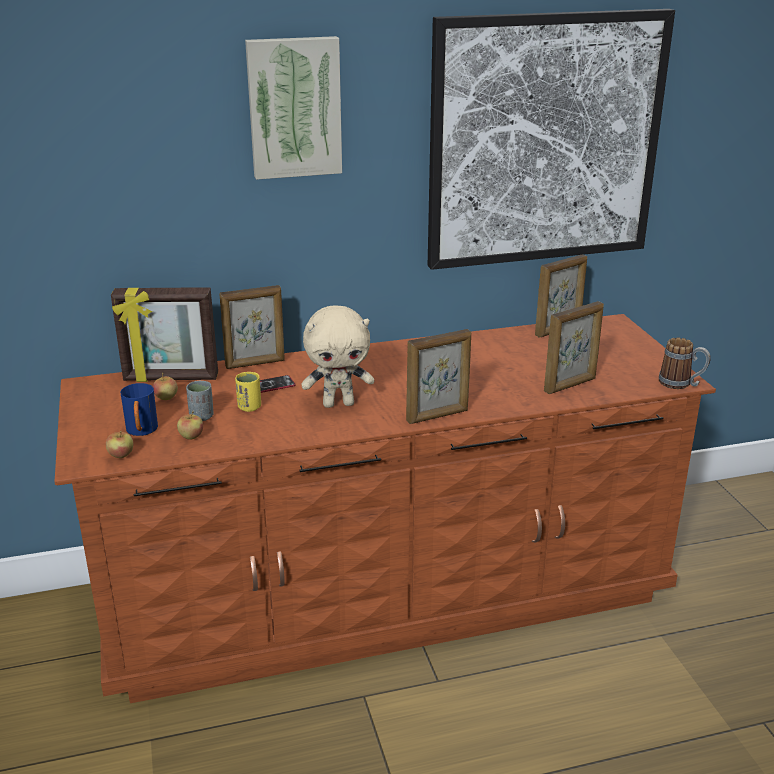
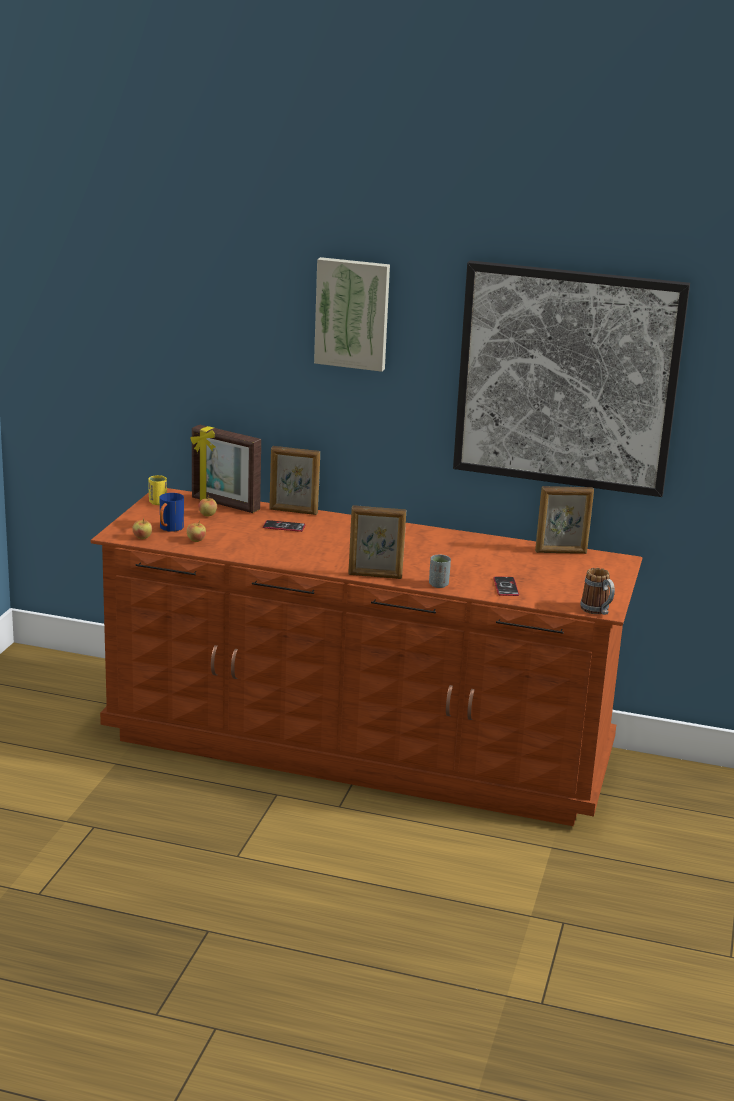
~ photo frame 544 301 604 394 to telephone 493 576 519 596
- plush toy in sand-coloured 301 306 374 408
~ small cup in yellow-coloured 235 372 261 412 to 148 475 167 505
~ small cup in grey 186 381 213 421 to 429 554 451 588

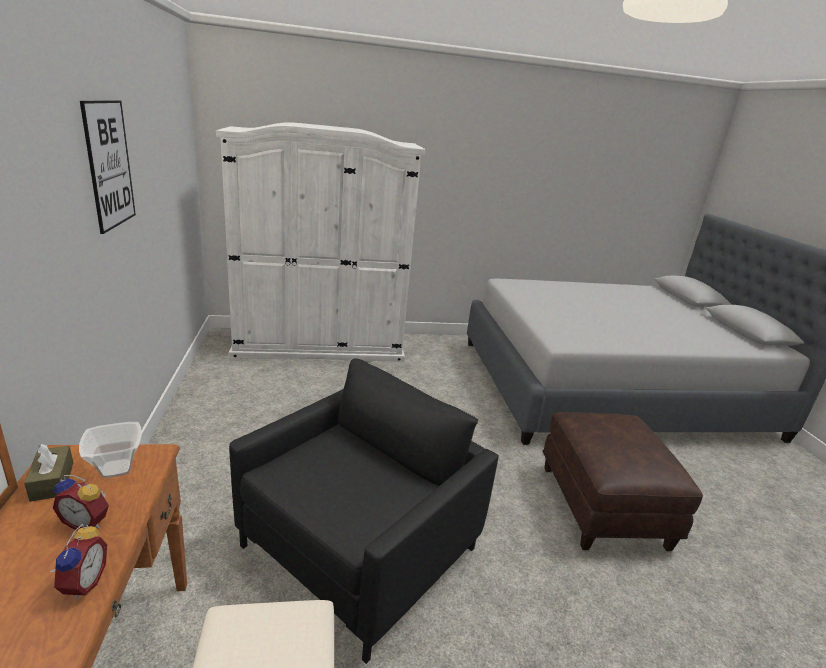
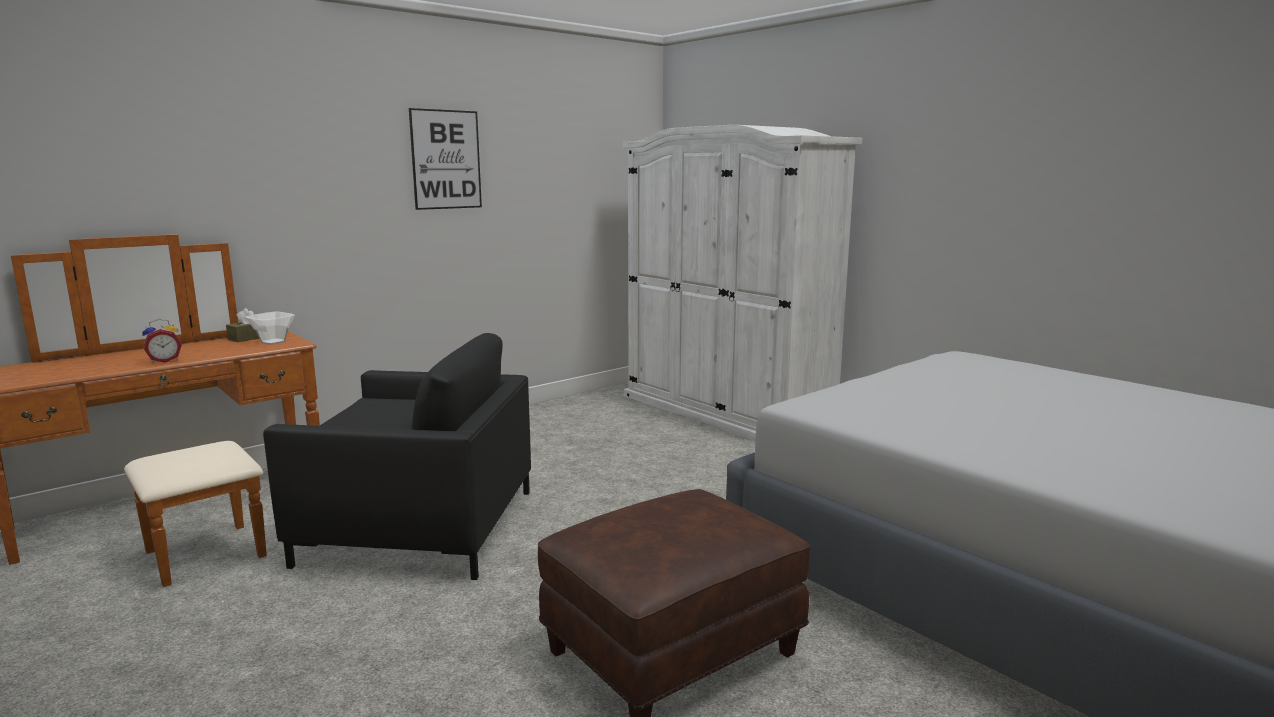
- bedside clock 53 475 109 531

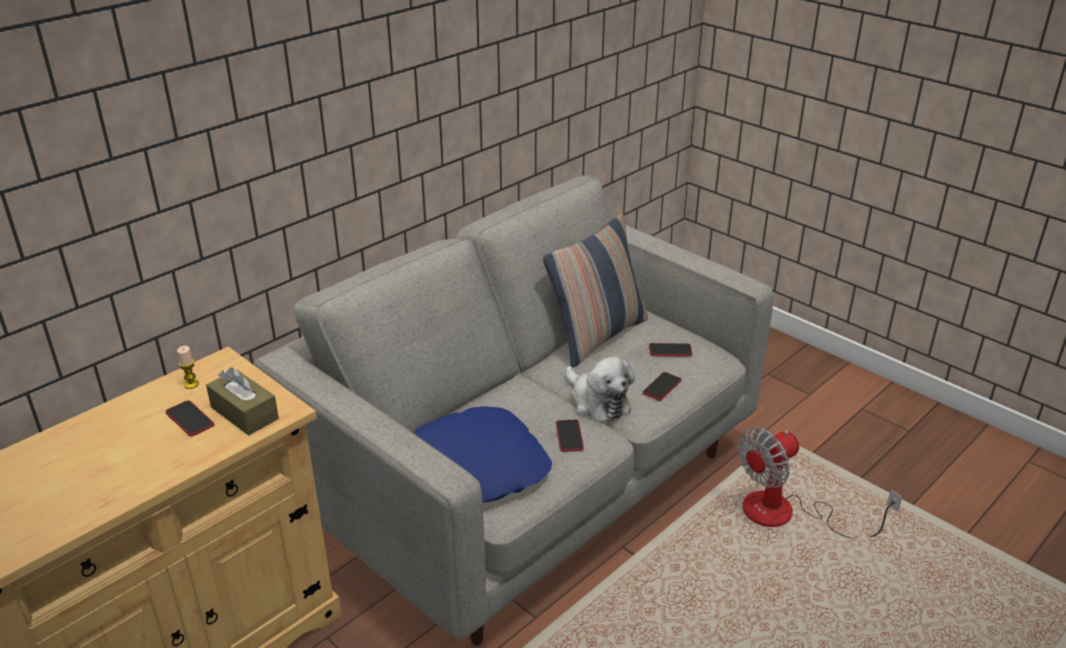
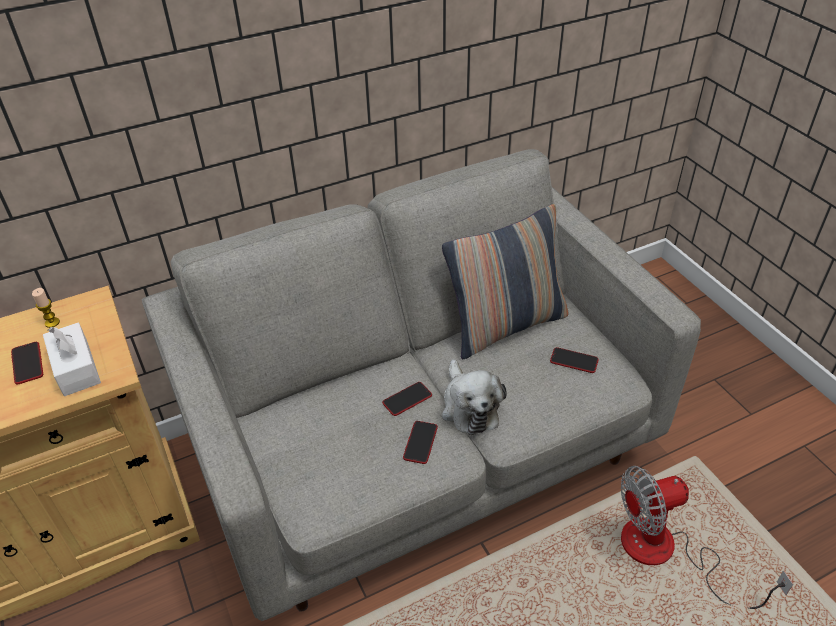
~ tissue holder in brown-coloured 206 367 279 435 to tissue holder in white 43 323 101 396
~ telephone 642 372 682 401 to 382 382 432 416
- pillow in bluish 414 406 552 503

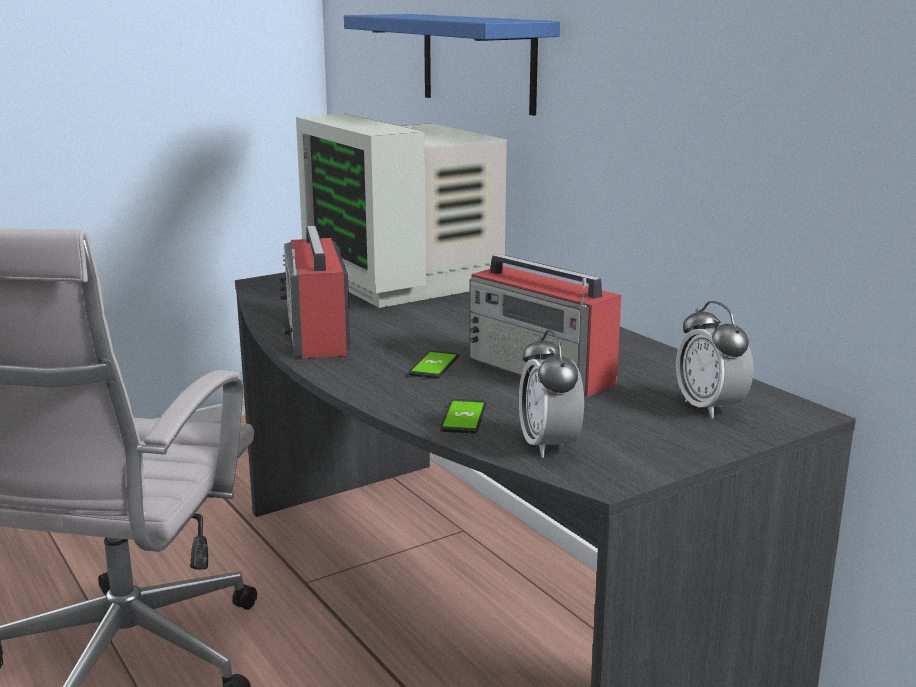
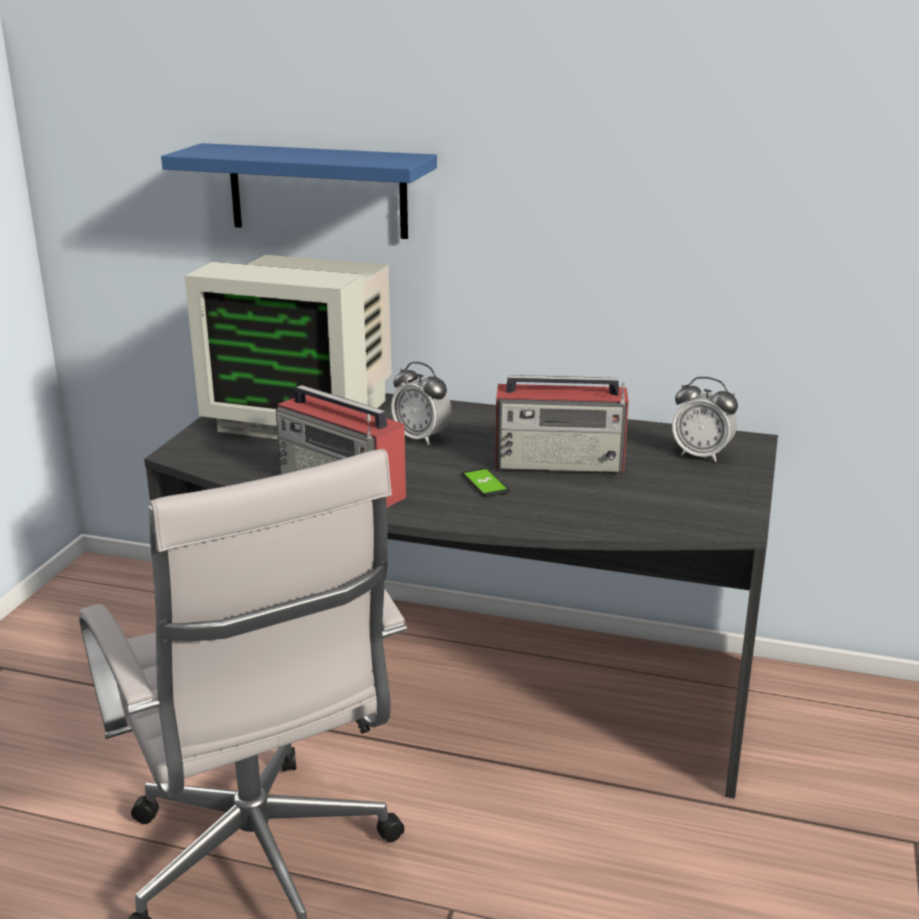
~ bedside clock 519 330 584 458 to 391 362 451 445
- telephone 440 399 486 434

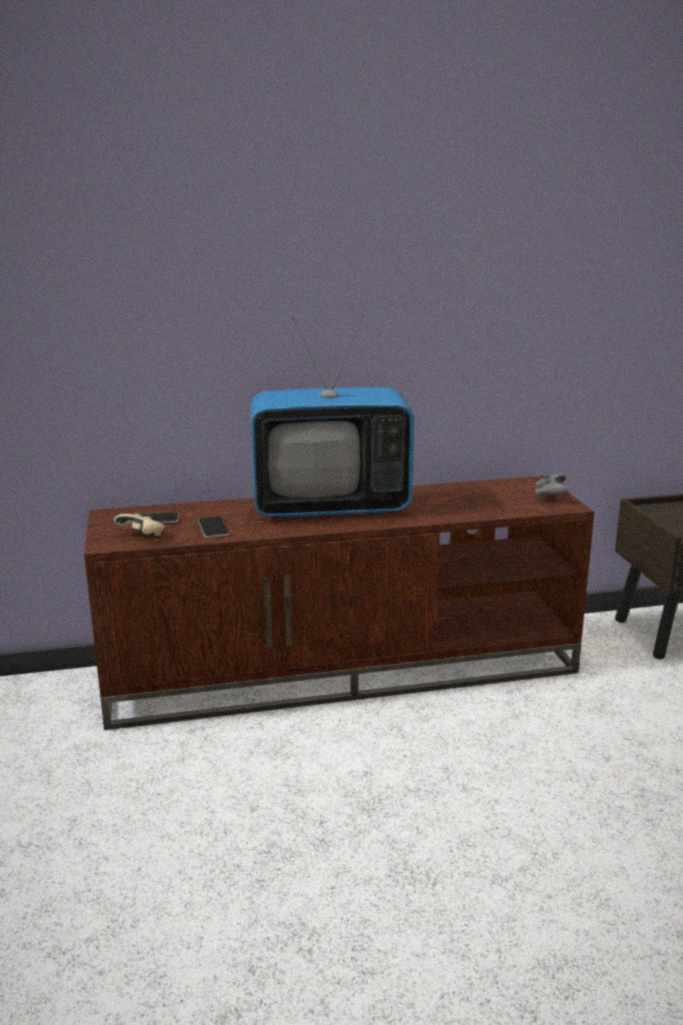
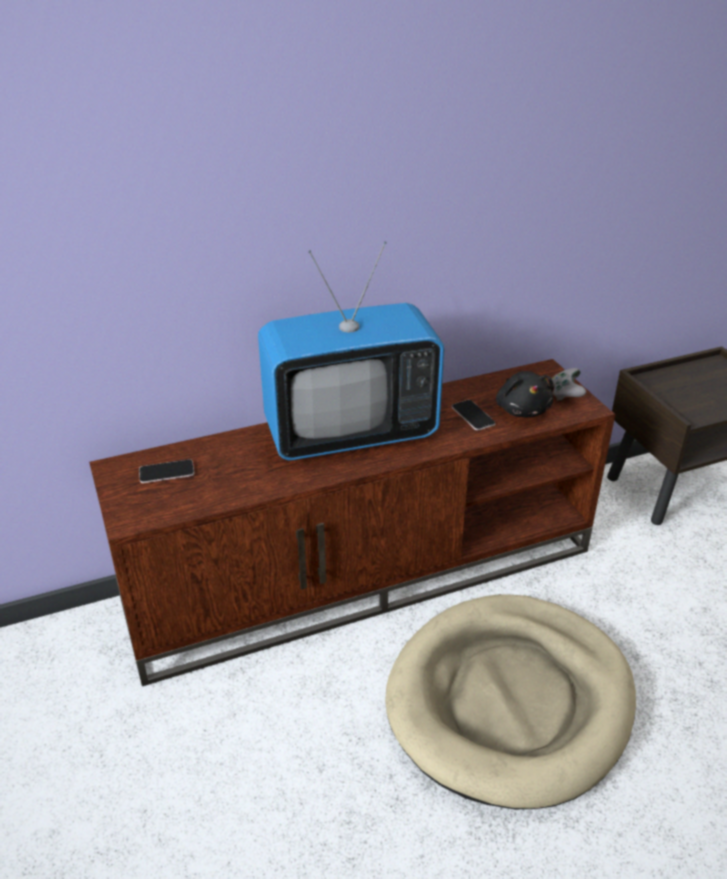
- gamepad in sand-coloured 114 512 165 536
~ telephone 198 516 229 538 to 452 400 496 430
+ plush toy in black-coloured 496 371 554 417
+ dog bed in sand-coloured 385 594 636 809

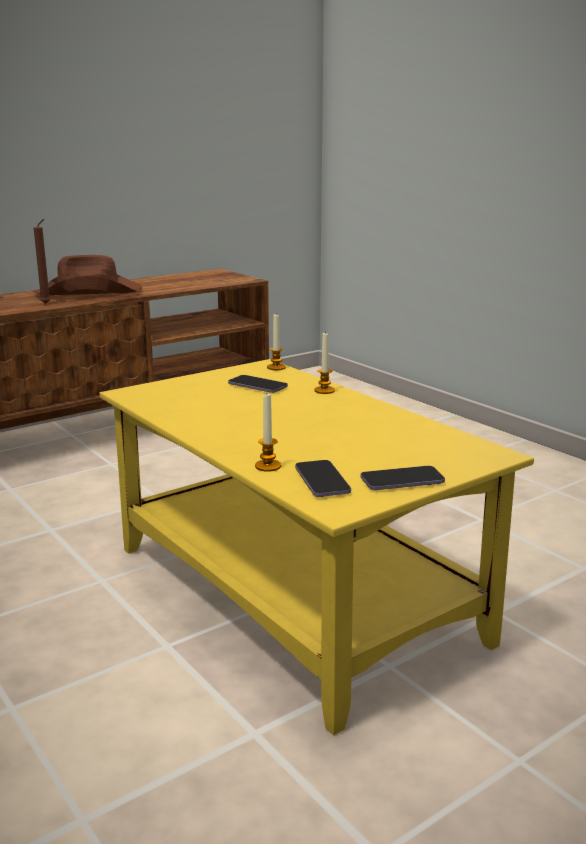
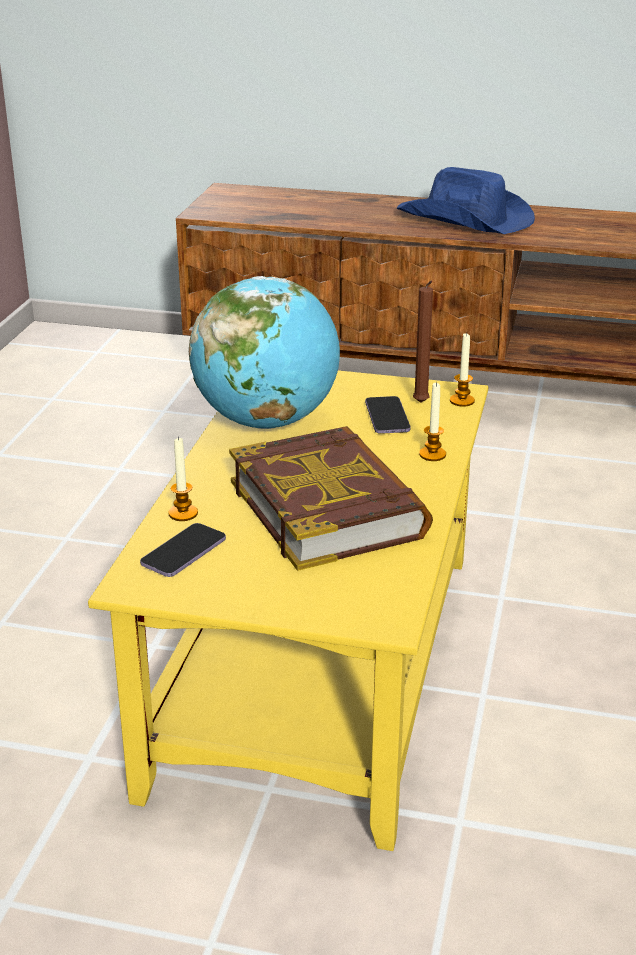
~ candle in brown-coloured 34 219 51 304 to 413 280 433 403
~ wearable hat in brown-coloured 33 255 142 296 to wearable hat in bluish 397 167 535 234
- telephone 361 466 445 490
+ globe 189 276 340 429
+ book 229 426 433 571

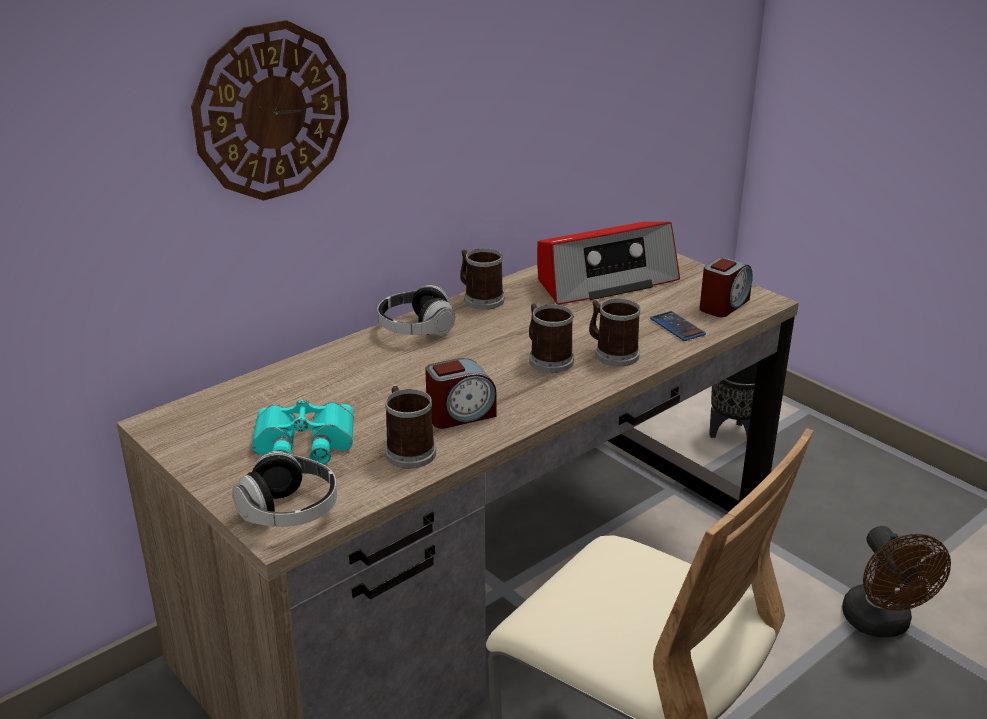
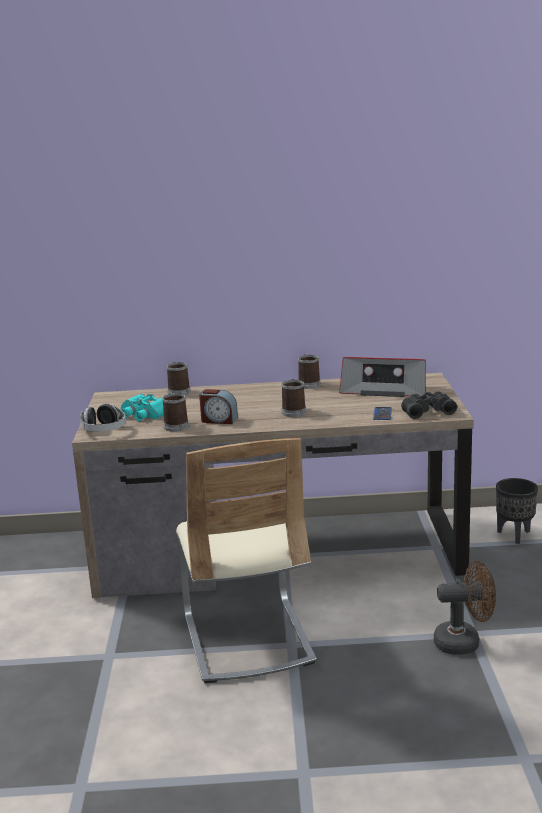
- wall clock 191 20 349 201
~ bedside clock 700 257 753 317 to binoculars in black-coloured 401 391 457 419
- pair of headphones 377 285 455 337
~ coffee mug 589 299 640 366 to 166 362 191 395
~ fan in brown-coloured 842 526 951 638 = 434 561 496 655 120 degrees counterclockwise

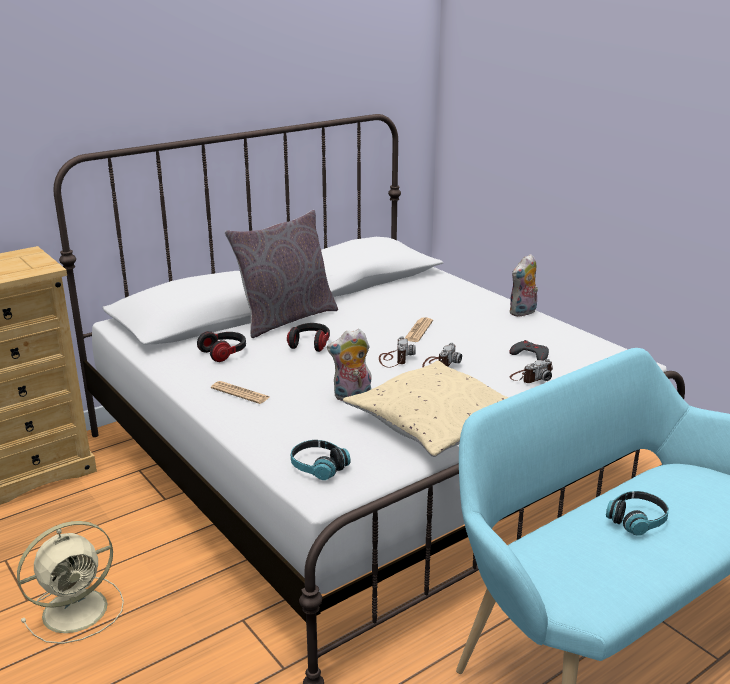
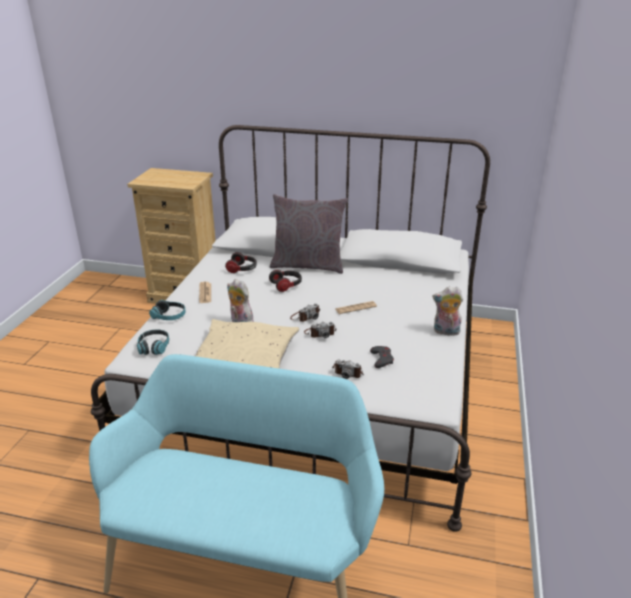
~ pair of headphones 606 491 669 536 to 149 300 186 320
- fan in sand-coloured 17 521 124 644

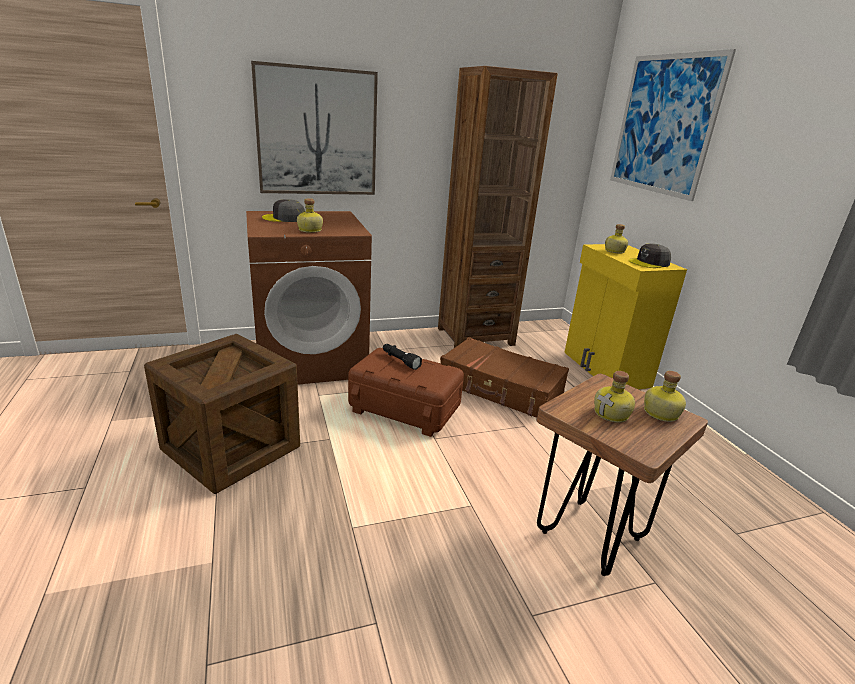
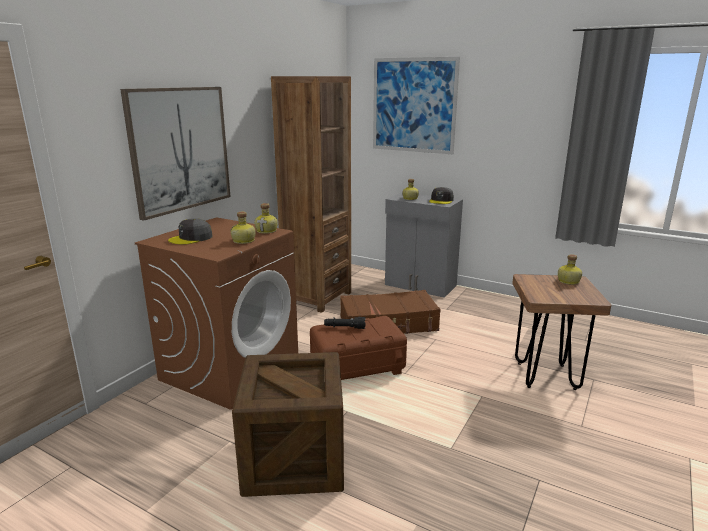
~ storage cabinet in yellow-coloured 564 244 687 389 to storage cabinet in grey 385 192 463 298
~ bottle 594 371 635 423 to 254 203 278 234

